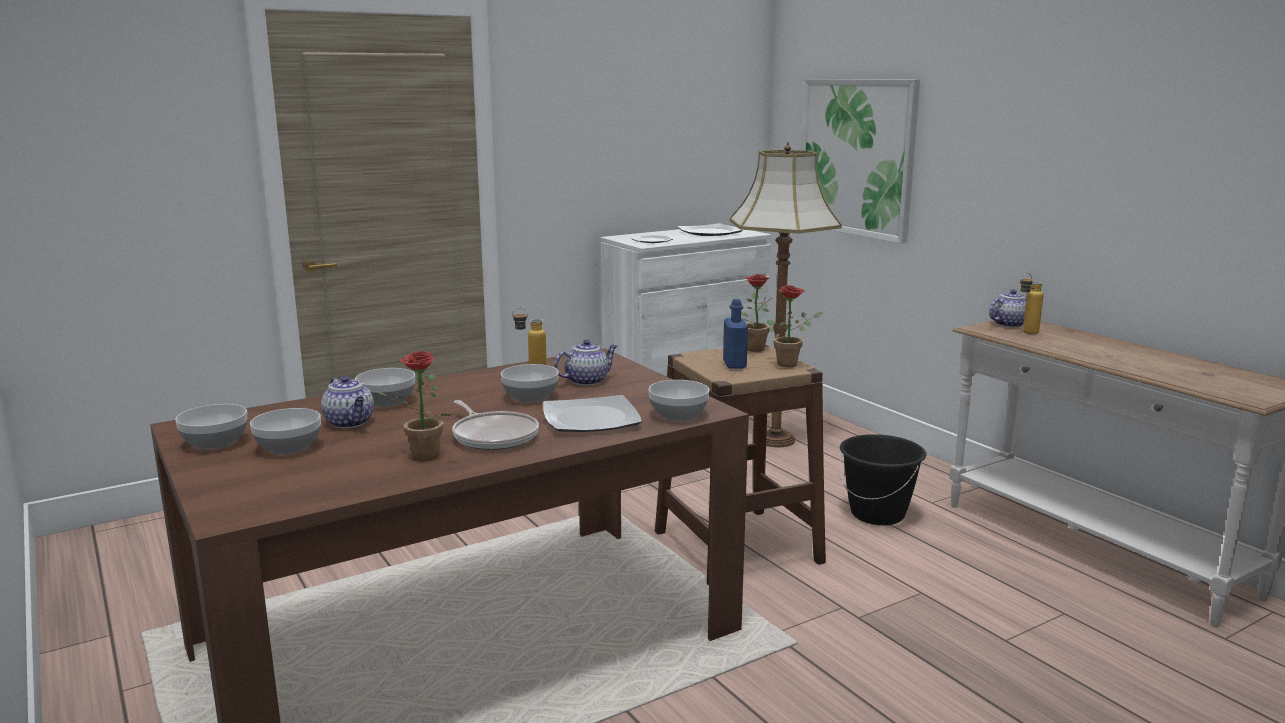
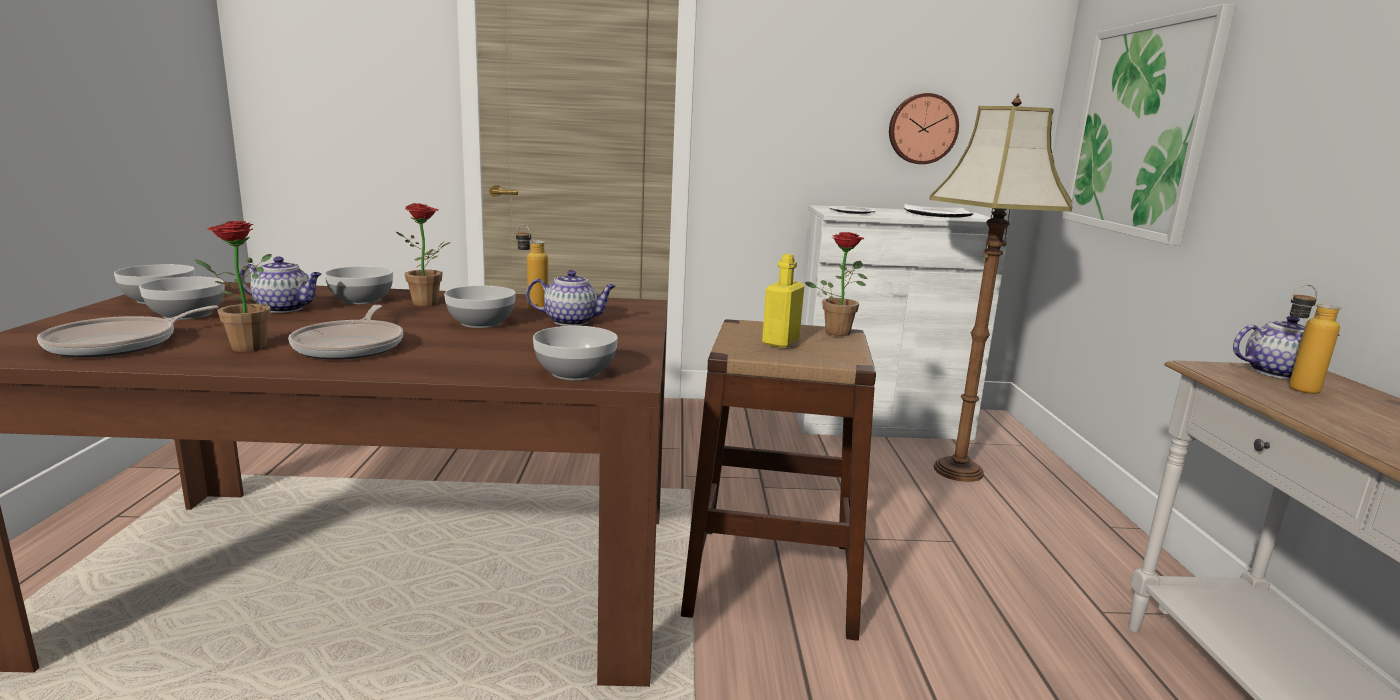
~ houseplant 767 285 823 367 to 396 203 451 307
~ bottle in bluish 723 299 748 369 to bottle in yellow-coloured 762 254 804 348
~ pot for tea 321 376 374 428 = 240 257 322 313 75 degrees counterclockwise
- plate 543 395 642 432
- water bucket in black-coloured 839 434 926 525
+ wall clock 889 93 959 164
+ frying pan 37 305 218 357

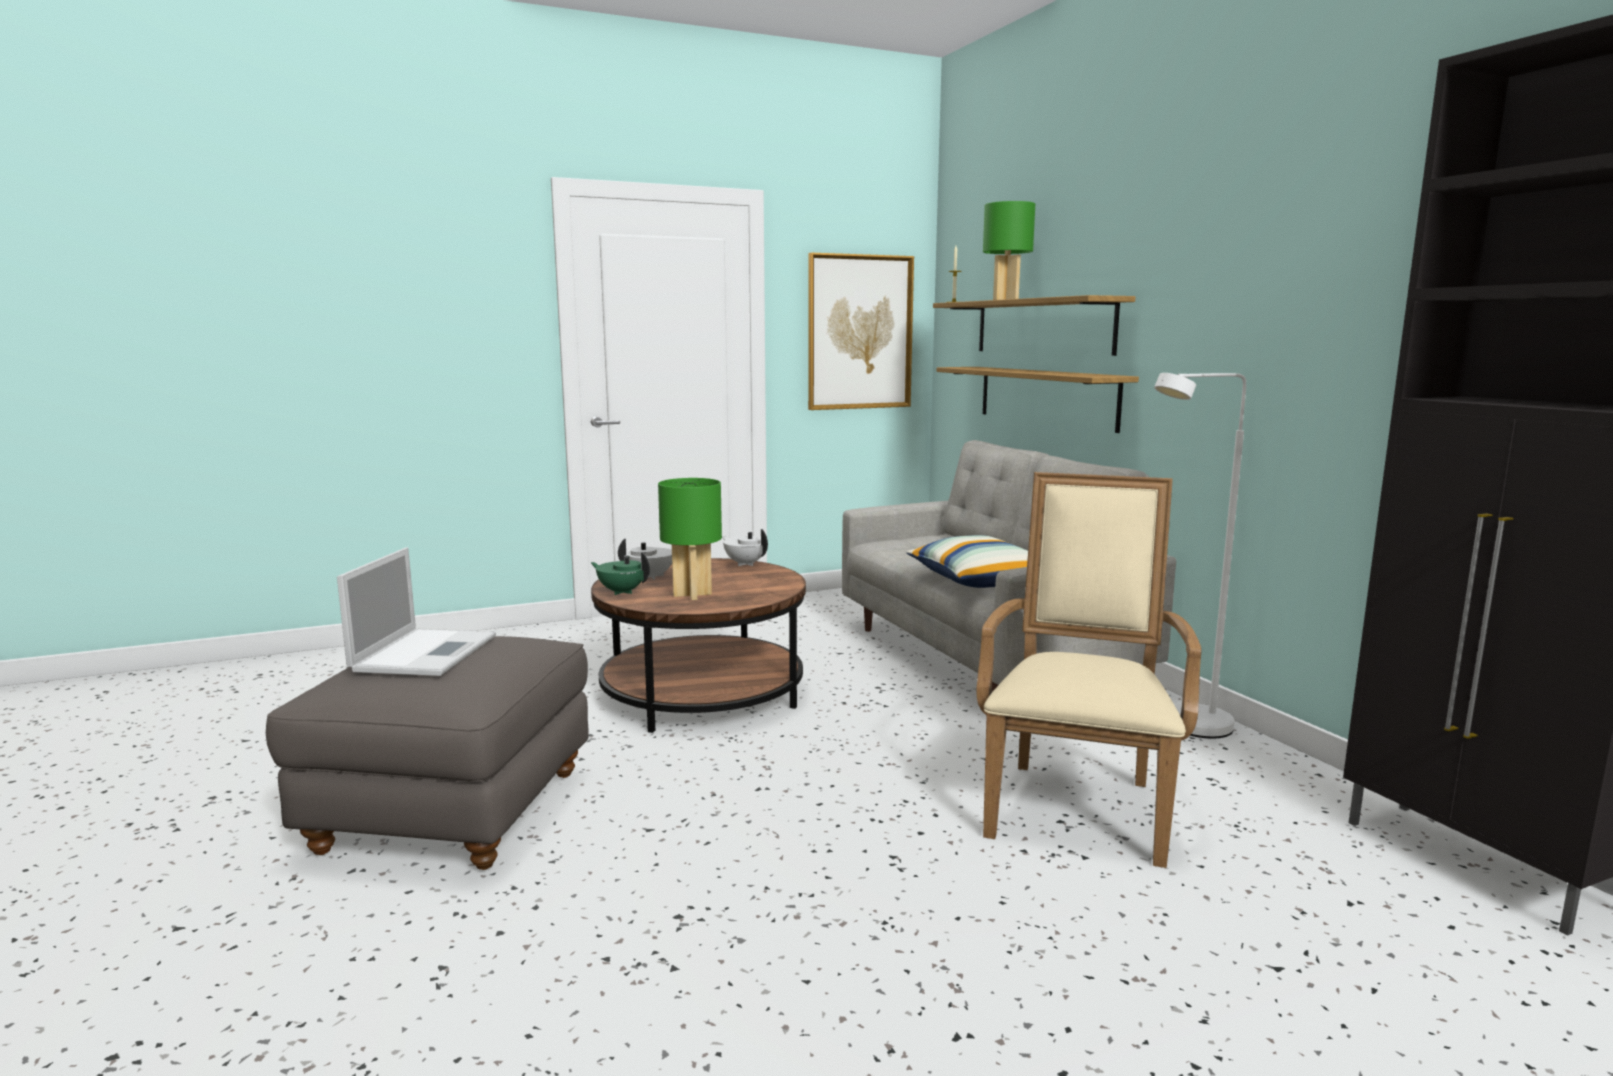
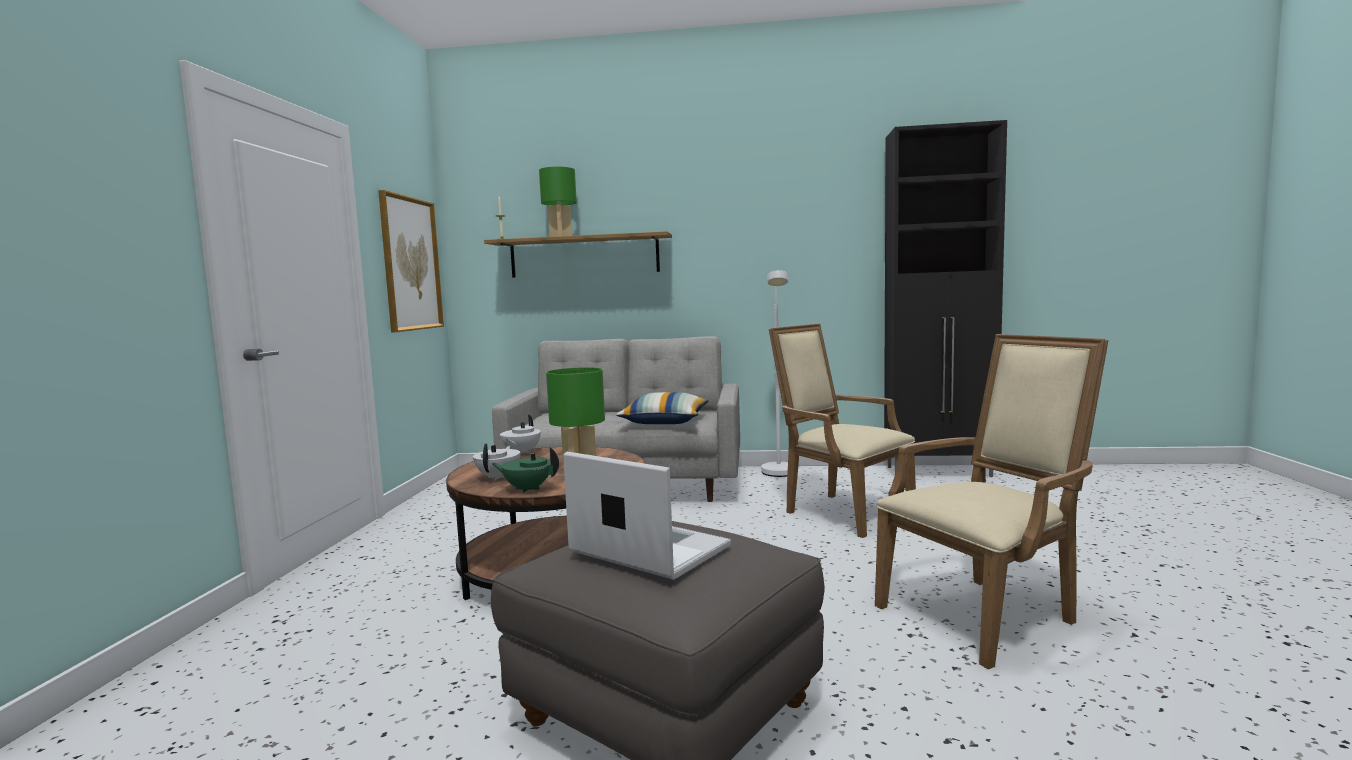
- bracket shelf 937 367 1139 433
~ pot for tea in white 722 529 768 566 = 500 415 541 454 60 degrees counterclockwise
~ pot for tea in green-coloured 591 552 650 595 = 491 447 559 493 45 degrees clockwise
+ armchair in sand-coloured 875 334 1109 669

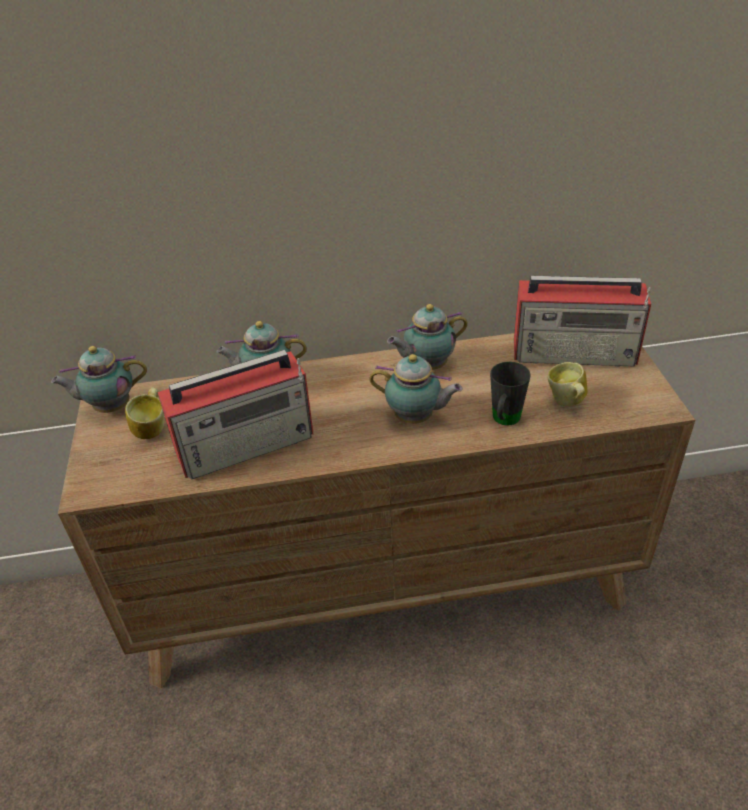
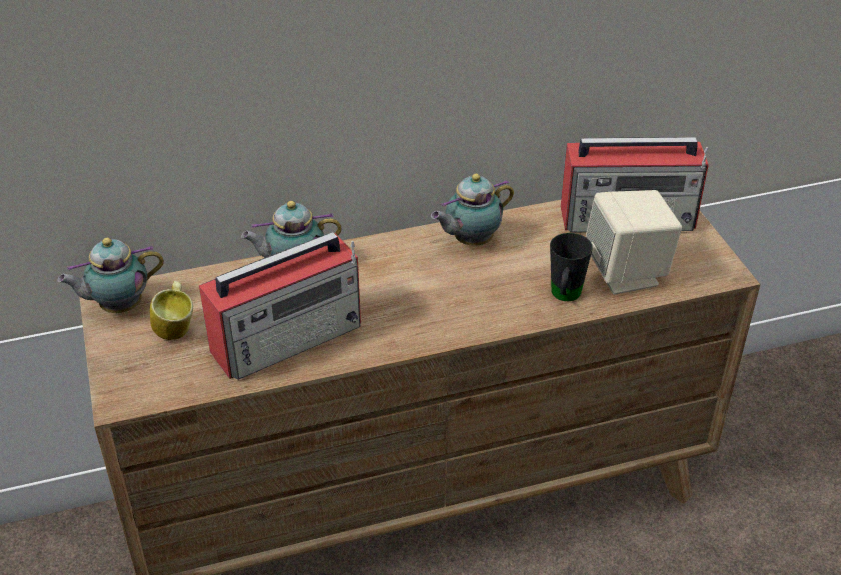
- pot for tea 369 354 462 424
~ coffee mug 548 362 588 406 to audio speaker in sand-coloured 586 190 682 294

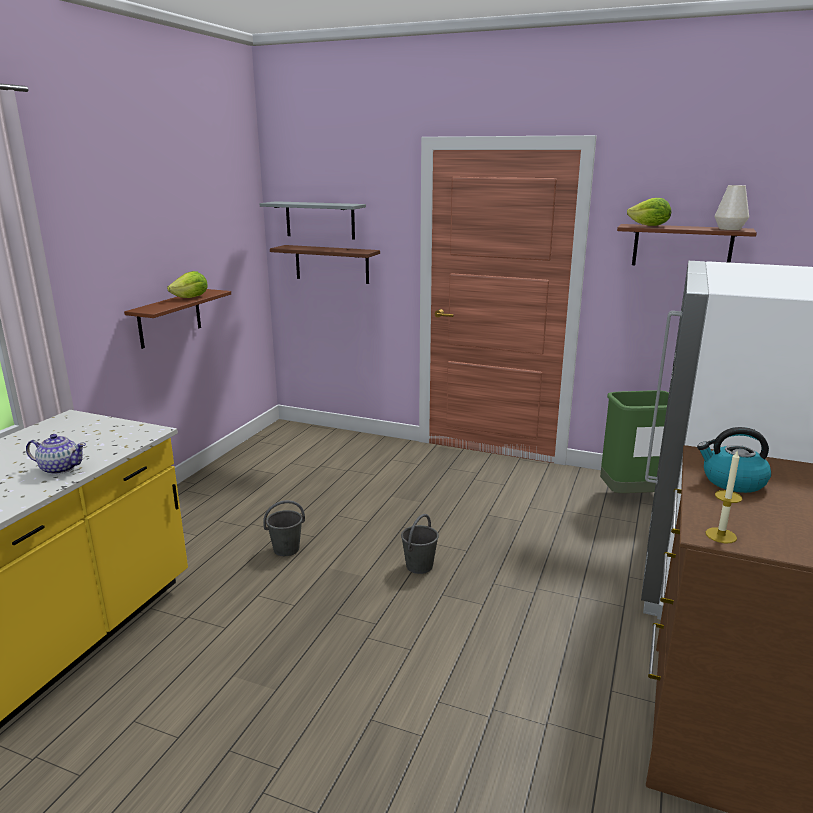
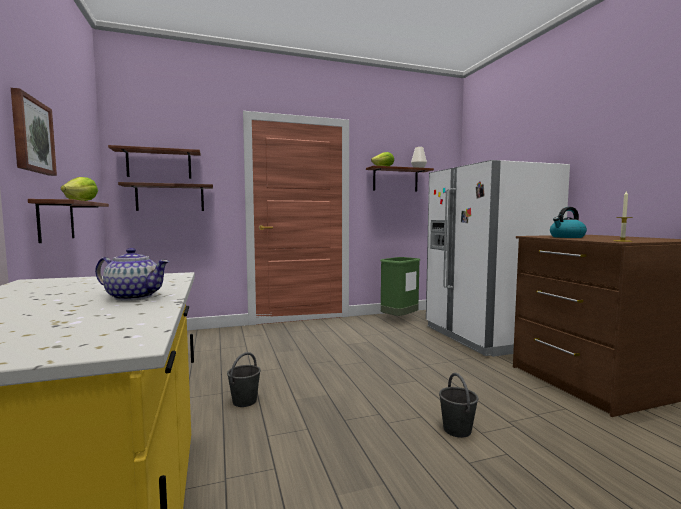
~ bracket shelf in grey 260 201 366 240 to bracket shelf in brown-coloured 108 145 201 179
~ pot for tea 26 434 86 475 = 95 248 170 301 45 degrees clockwise
~ water bucket in grey 401 514 439 574 to 439 373 478 438
+ wall picture 11 88 57 176

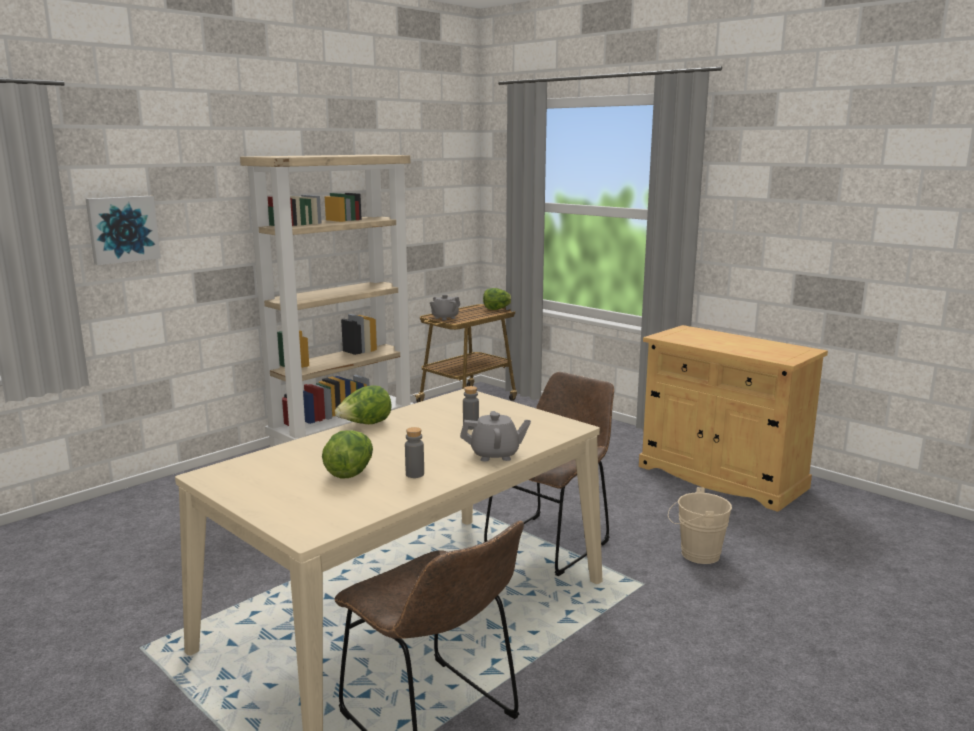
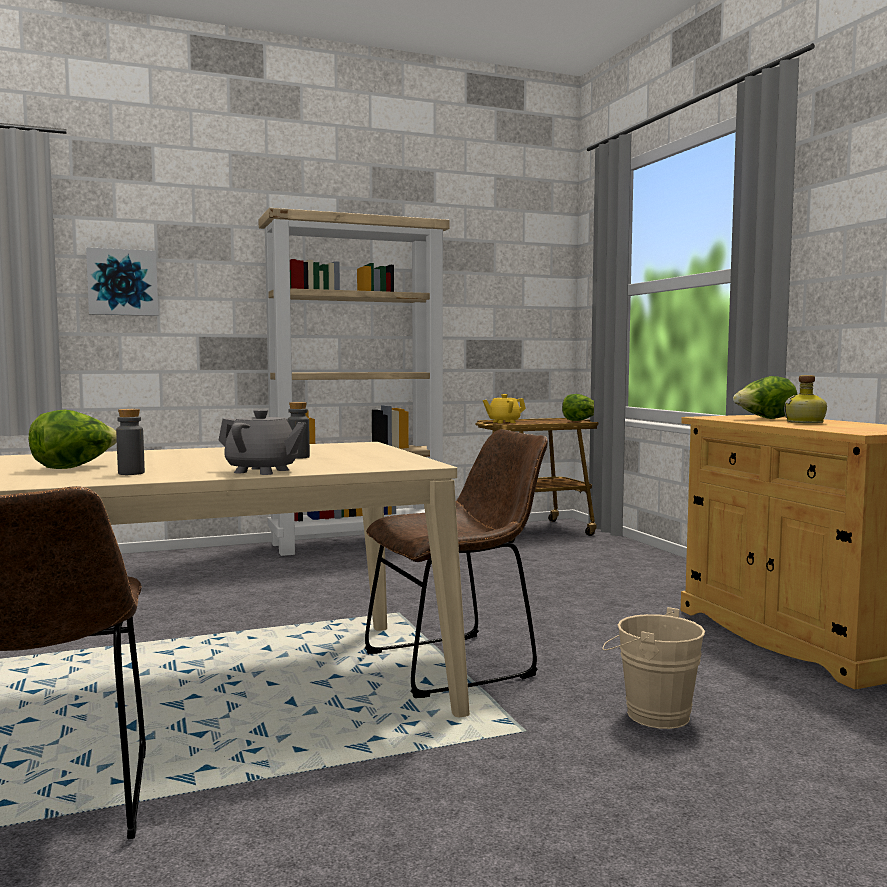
~ pot for tea in grey 430 295 460 320 to pot for tea in yellow-coloured 483 394 526 423
~ lettuce head 335 385 391 424 to 733 376 797 419
+ bottle 784 375 827 423

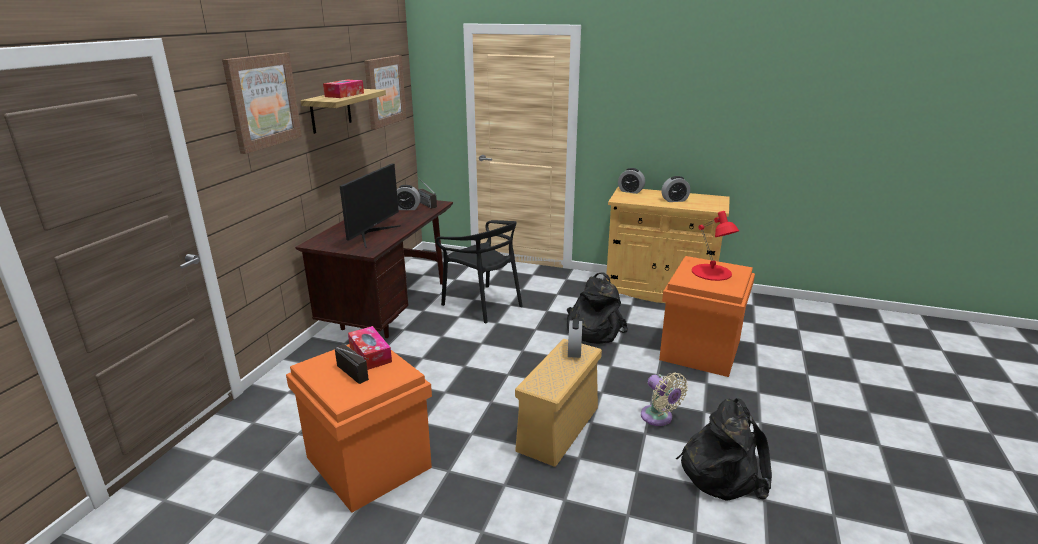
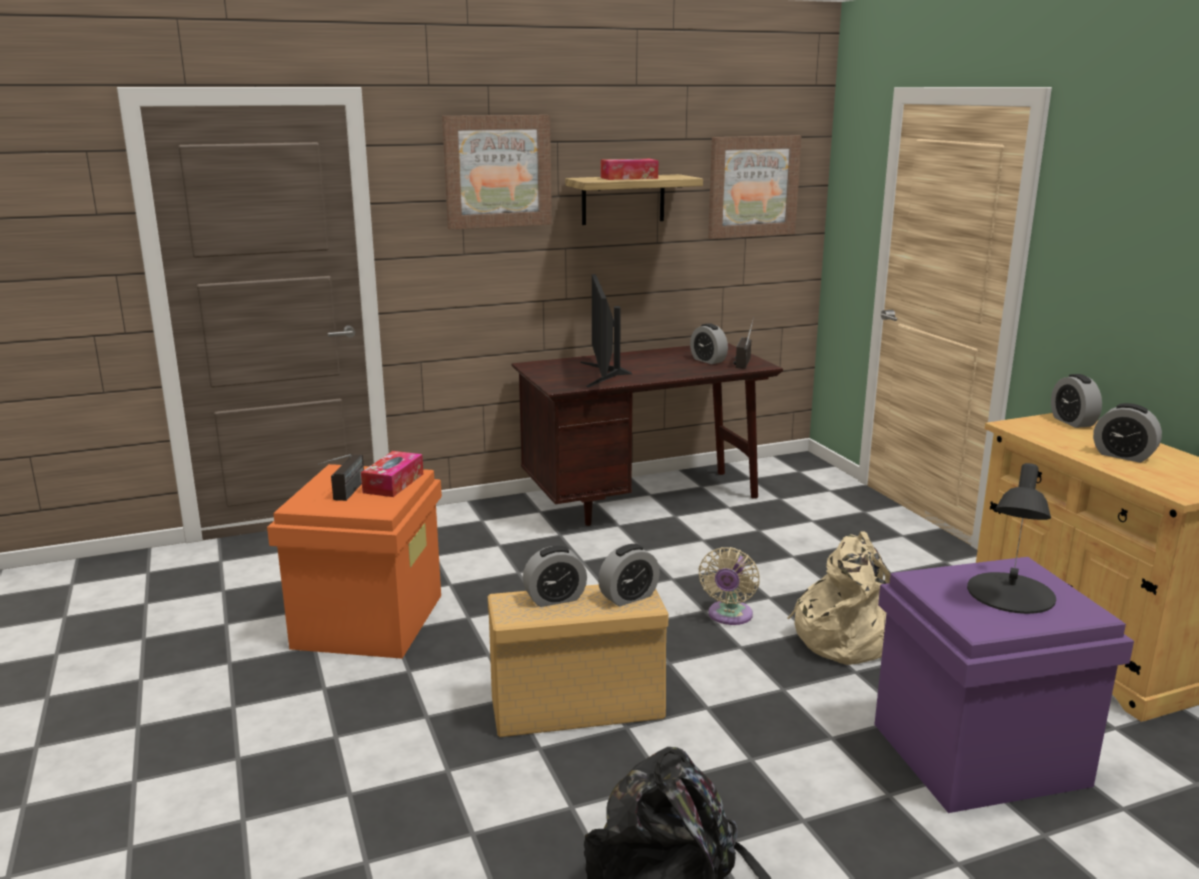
~ computer display 340 163 401 248 = 581 274 632 388 105 degrees clockwise
~ tabletop lamp in red-coloured 692 211 739 281 to tabletop lamp in black-coloured 967 463 1056 614
- plain chair in black-coloured 436 220 523 323
~ storage box in orange 659 256 755 377 to storage box in purple 874 557 1134 813
~ rucksack in black-coloured 567 272 628 344 to rucksack in sand-coloured 787 531 891 665
~ fan in sand-coloured 641 373 688 426 to 698 547 760 625
+ bedside clock 523 546 587 607

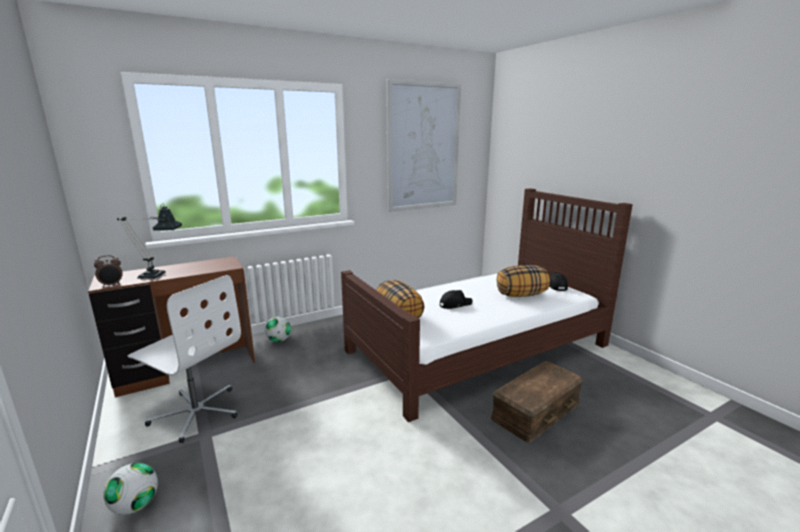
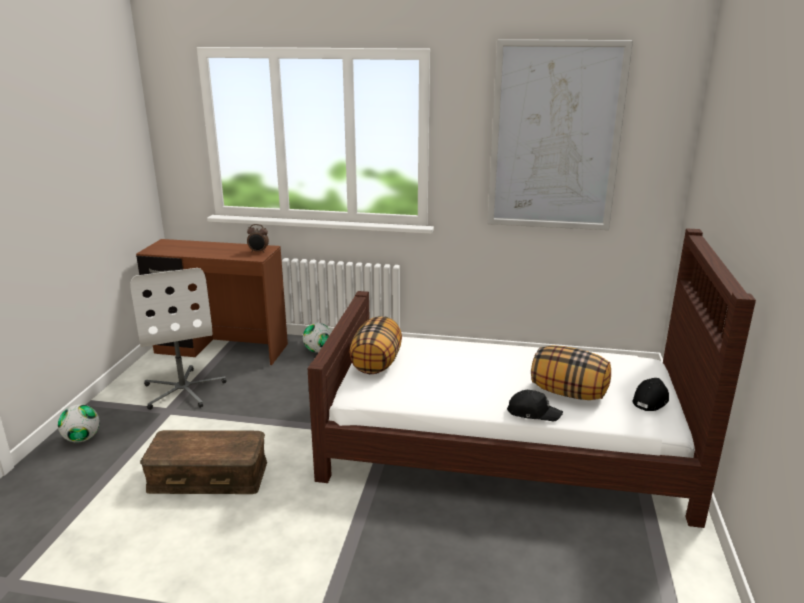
- tabletop lamp 117 203 182 279
~ bedside clock 94 255 123 287 to 247 224 269 253
~ cap in black-coloured 440 290 472 309 to 507 390 563 422
~ storage box in brown-coloured 491 361 583 443 to 140 430 267 494

